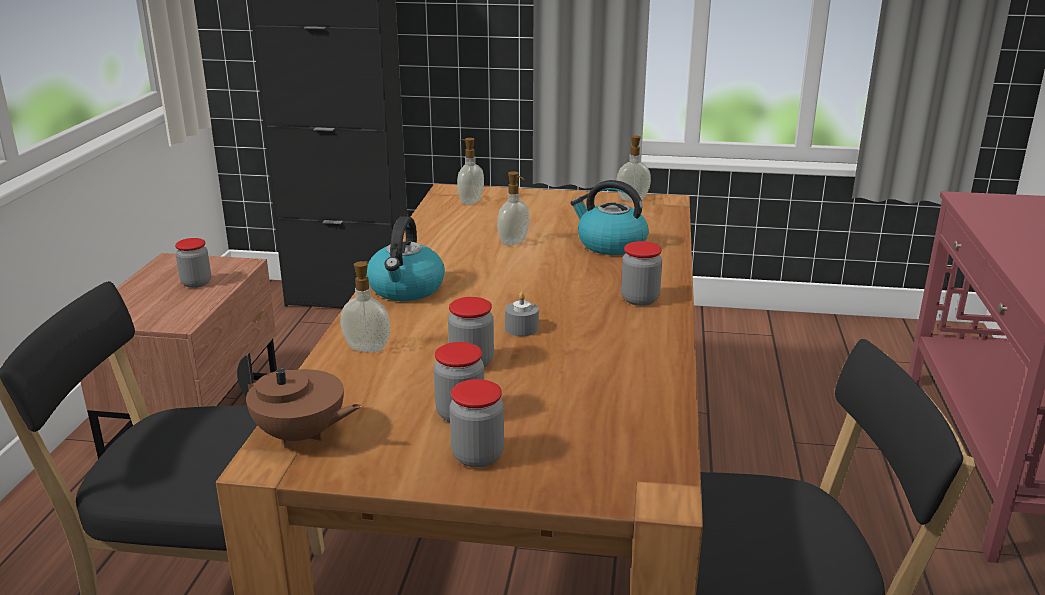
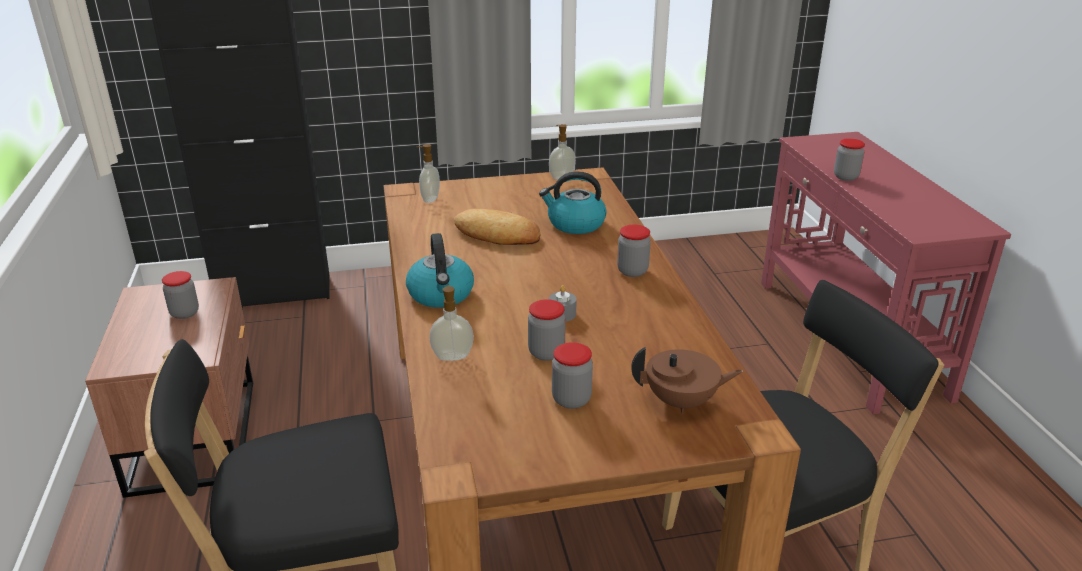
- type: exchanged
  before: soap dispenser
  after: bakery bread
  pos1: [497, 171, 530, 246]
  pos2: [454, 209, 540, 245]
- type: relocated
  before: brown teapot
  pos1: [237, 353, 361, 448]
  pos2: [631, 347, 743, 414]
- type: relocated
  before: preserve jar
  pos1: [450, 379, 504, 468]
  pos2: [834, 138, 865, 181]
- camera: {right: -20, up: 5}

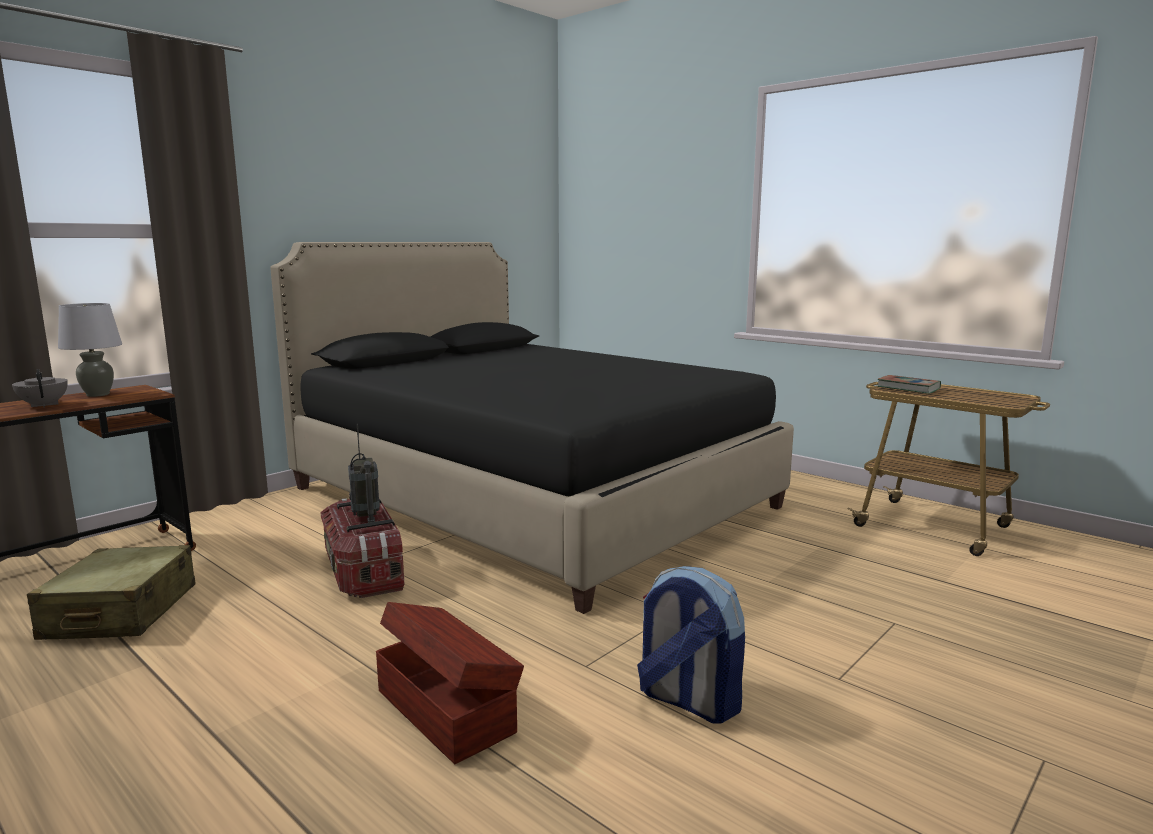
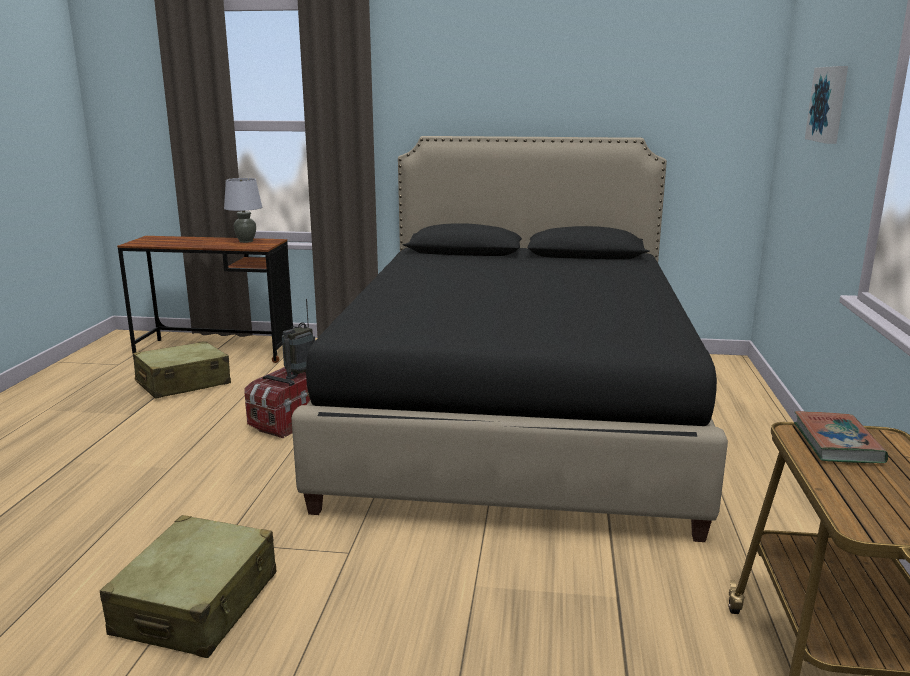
- type: exchanged
  before: rucksack
  after: beige travel case
  pos1: [637, 566, 745, 723]
  pos2: [100, 515, 276, 658]
- type: appeared
  after: wall art
  pos2: [805, 66, 848, 144]
- type: missing
  before: gray teapot
  pos1: [12, 369, 68, 408]
- type: missing
  before: brown storage box
  pos1: [376, 602, 524, 764]
- camera: {right: 55, up: 5}

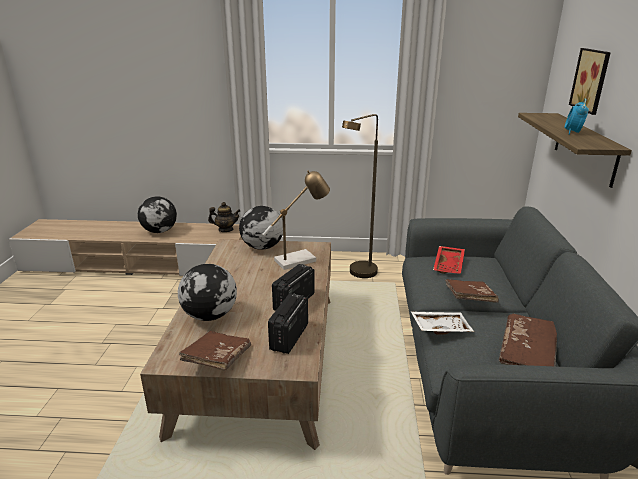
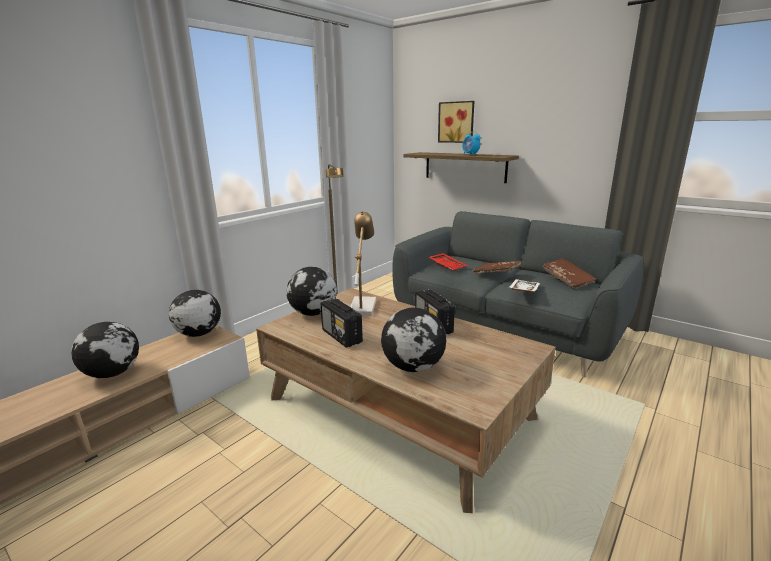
- type: exchanged
  before: teapot
  after: globe
  pos1: [208, 202, 240, 232]
  pos2: [169, 290, 221, 337]
- type: relocated
  before: radio
  pos1: [268, 293, 308, 354]
  pos2: [321, 299, 363, 348]
- type: missing
  before: brown volume
  pos1: [179, 331, 251, 371]
- camera: {right: -55, up: -5}

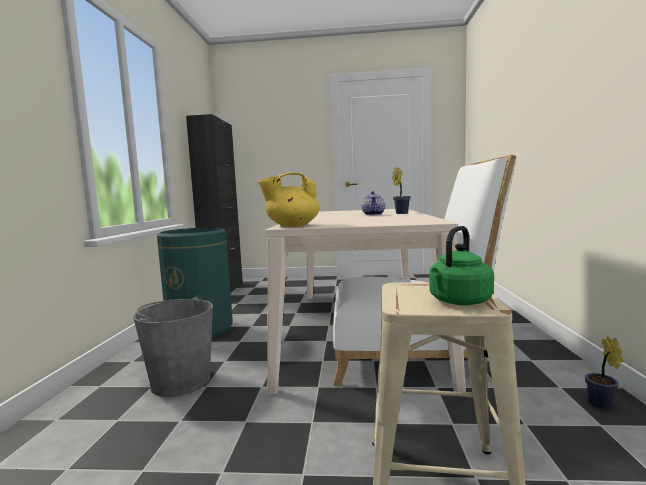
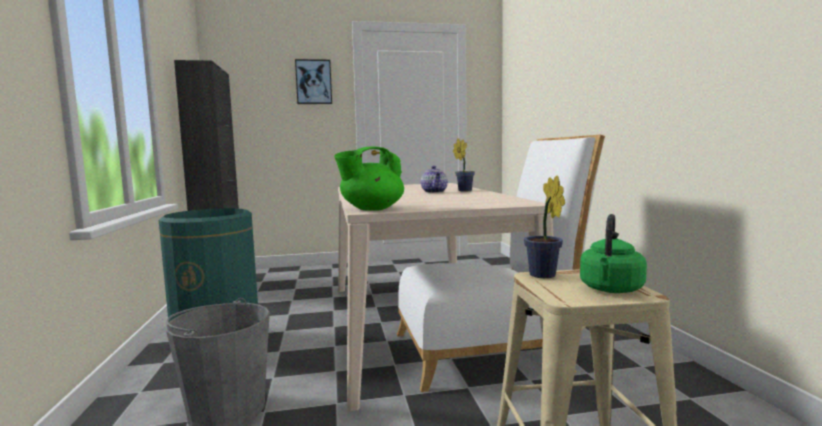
- type: appeared
  after: wall art
  pos2: [295, 59, 332, 104]
- type: colour
  before: yellow teapot
  after: greenish teapot
  pos1: [258, 172, 320, 227]
  pos2: [334, 147, 404, 211]
- type: relocated
  before: potted plant
  pos1: [585, 336, 623, 409]
  pos2: [524, 175, 565, 278]
- camera: {right: -15, up: 0}

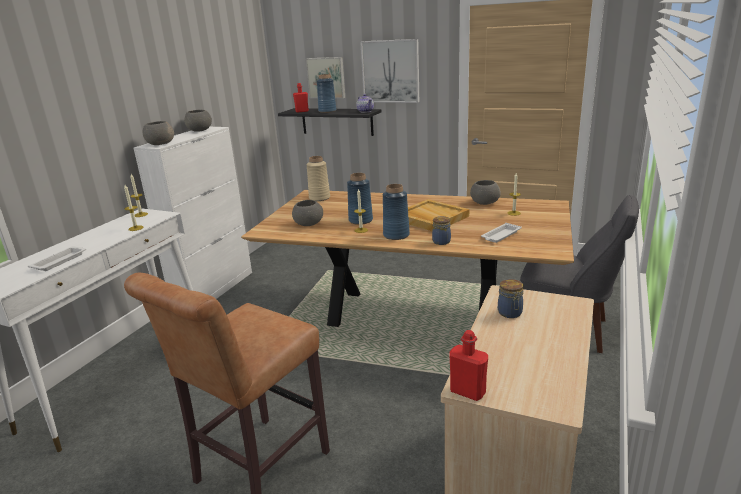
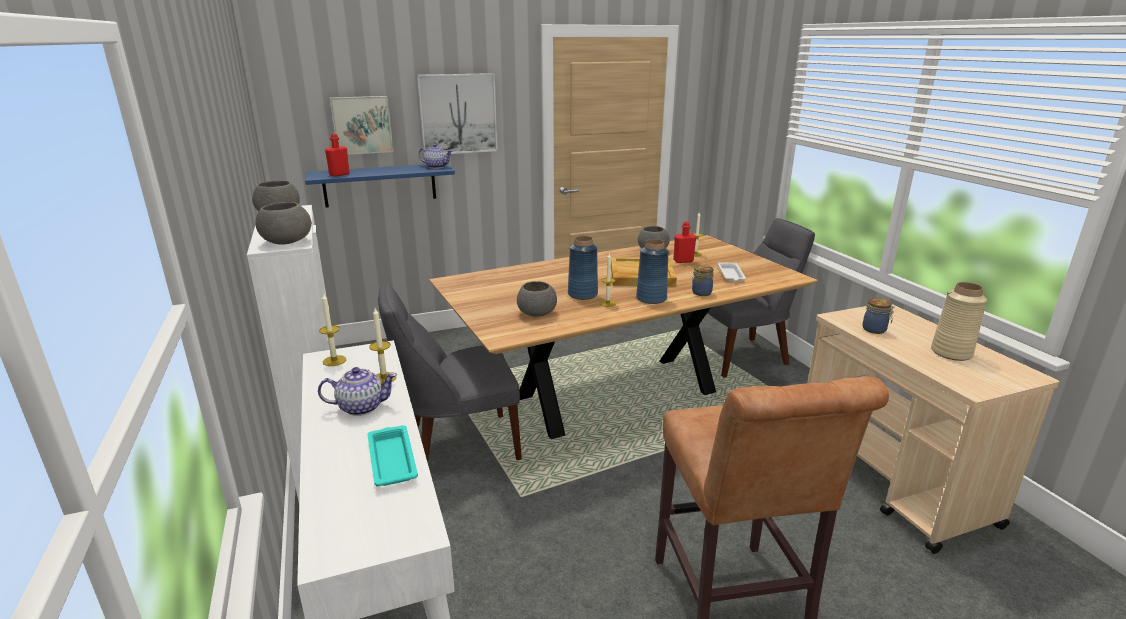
- type: colour
  before: blackish wall shelf
  after: bluish wall shelf
  pos1: [278, 108, 382, 136]
  pos2: [305, 164, 455, 207]
- type: appeared
  after: teapot
  pos2: [318, 367, 397, 416]
- type: colour
  before: white tray
  after: blue-green tray
  pos1: [28, 246, 86, 271]
  pos2: [367, 425, 418, 486]
- type: appeared
  after: gray chair
  pos2: [378, 283, 522, 462]
- type: relocated
  before: red beverage bottle
  pos1: [449, 330, 488, 401]
  pos2: [673, 221, 696, 263]
- type: relocated
  before: beige vase
  pos1: [307, 156, 330, 201]
  pos2: [931, 282, 987, 361]
- type: missing
  before: bluish vase
  pos1: [317, 74, 336, 113]
- camera: {right: -45, up: 0}

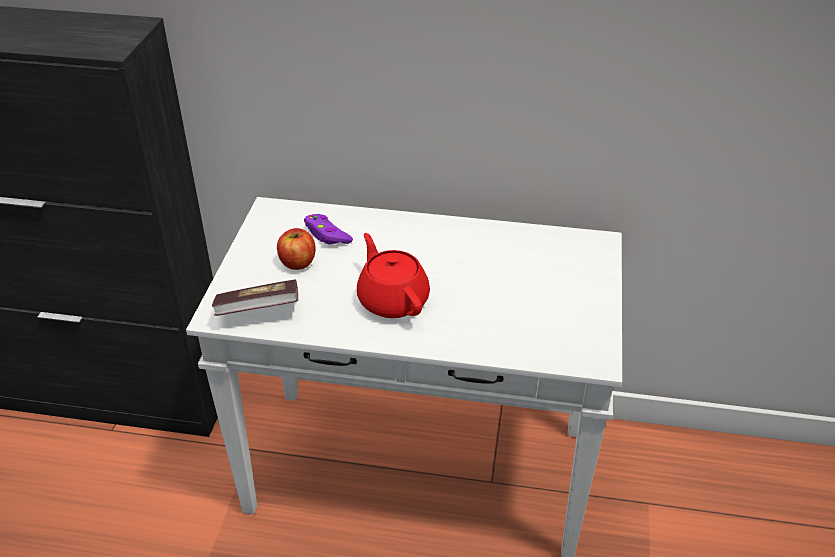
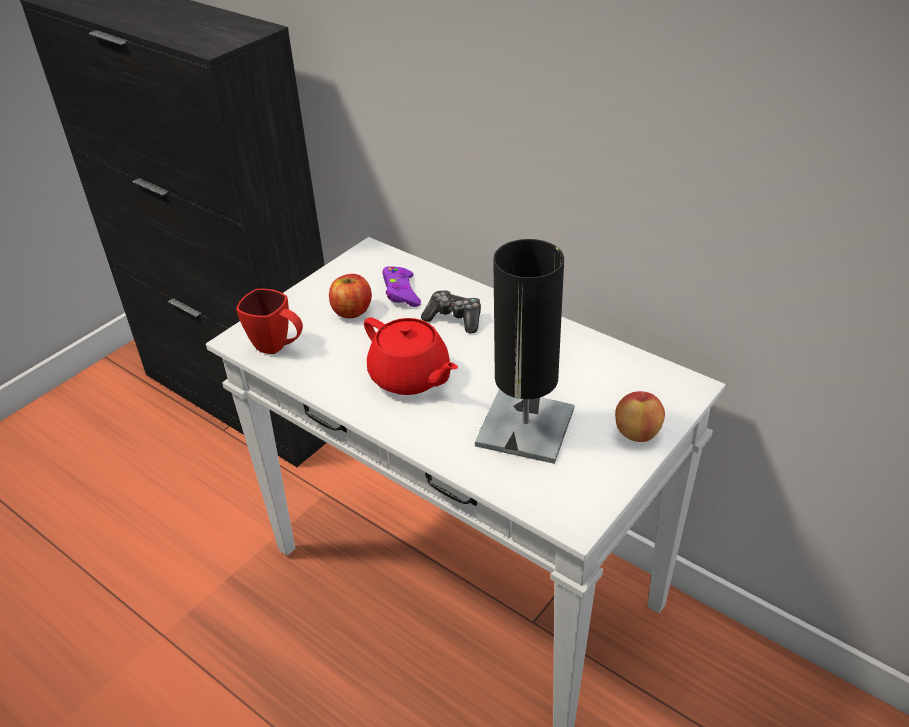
- type: exchanged
  before: volume
  after: red coffee mug
  pos1: [212, 280, 298, 316]
  pos2: [236, 289, 303, 354]
- type: spun
  before: red teapot
  pos1: [357, 233, 430, 318]
  pos2: [364, 317, 458, 395]
  turn: 135
- type: appeared
  after: gamepad
  pos2: [421, 290, 481, 334]
- type: appeared
  after: blackish table lamp
  pos2: [475, 239, 574, 464]
- type: appeared
  after: apple
  pos2: [615, 391, 665, 442]
- camera: {right: 30, up: 0}

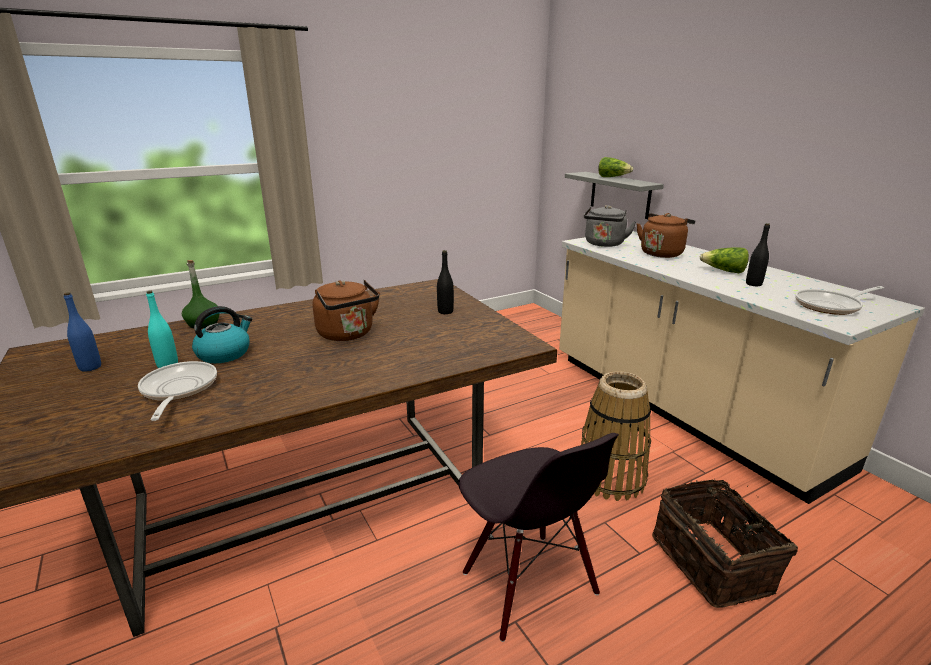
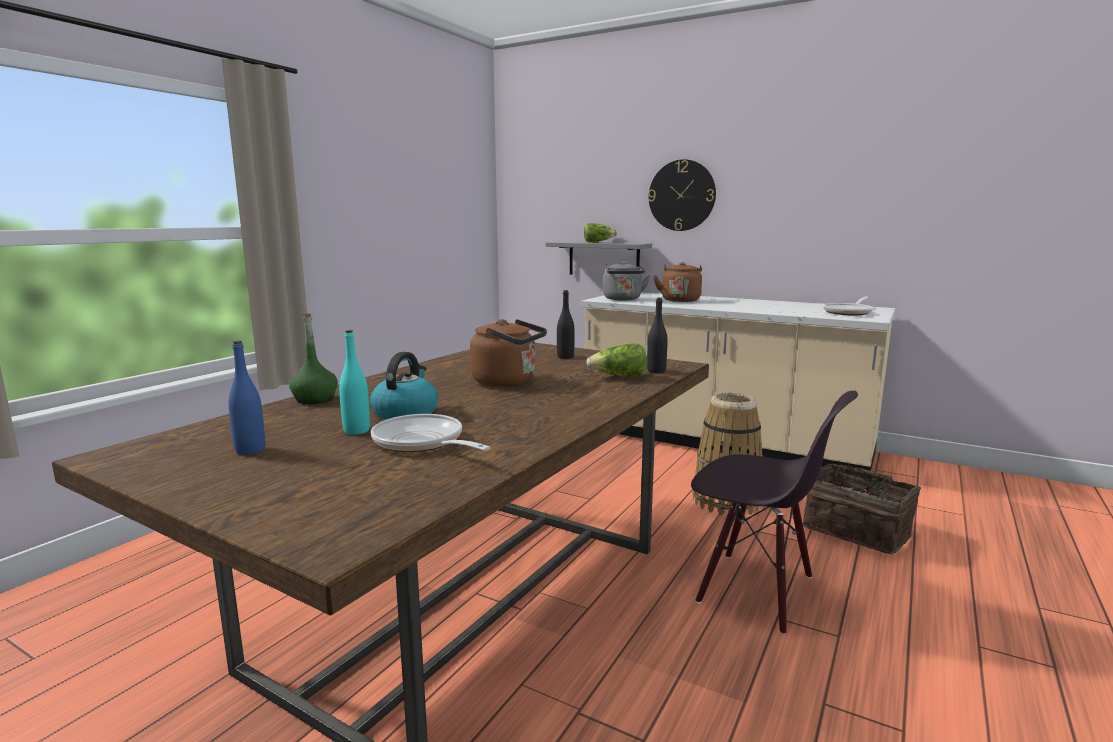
- type: relocated
  before: lettuce head
  pos1: [700, 247, 749, 273]
  pos2: [586, 343, 647, 377]
- type: relocated
  before: blackish beverage bottle
  pos1: [746, 223, 770, 286]
  pos2: [647, 297, 667, 373]
- type: appeared
  after: wall clock
  pos2: [648, 159, 716, 231]
- camera: {right: -30, up: -10}

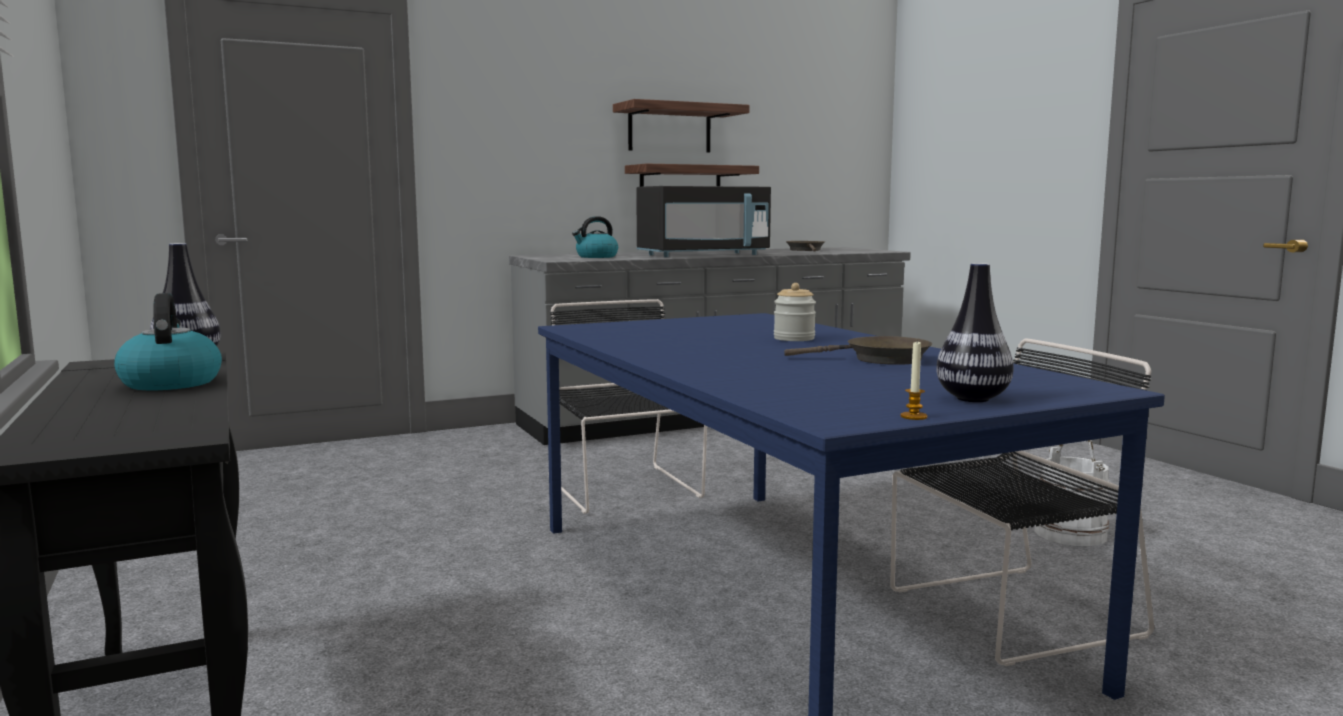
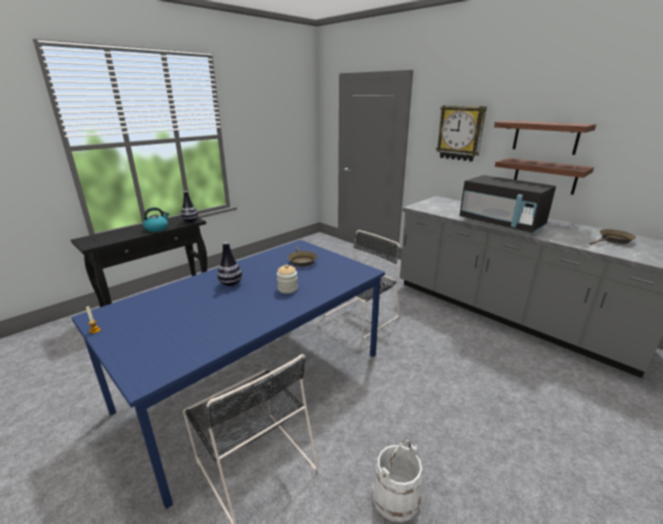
- type: relocated
  before: vase
  pos1: [936, 263, 1013, 402]
  pos2: [217, 242, 242, 286]
- type: relocated
  before: brown skillet
  pos1: [784, 336, 932, 365]
  pos2: [288, 246, 317, 267]
- type: appeared
  after: wall clock
  pos2: [436, 105, 487, 162]
- type: missing
  before: kettle
  pos1: [572, 216, 618, 258]
- camera: {right: 70, up: 15}

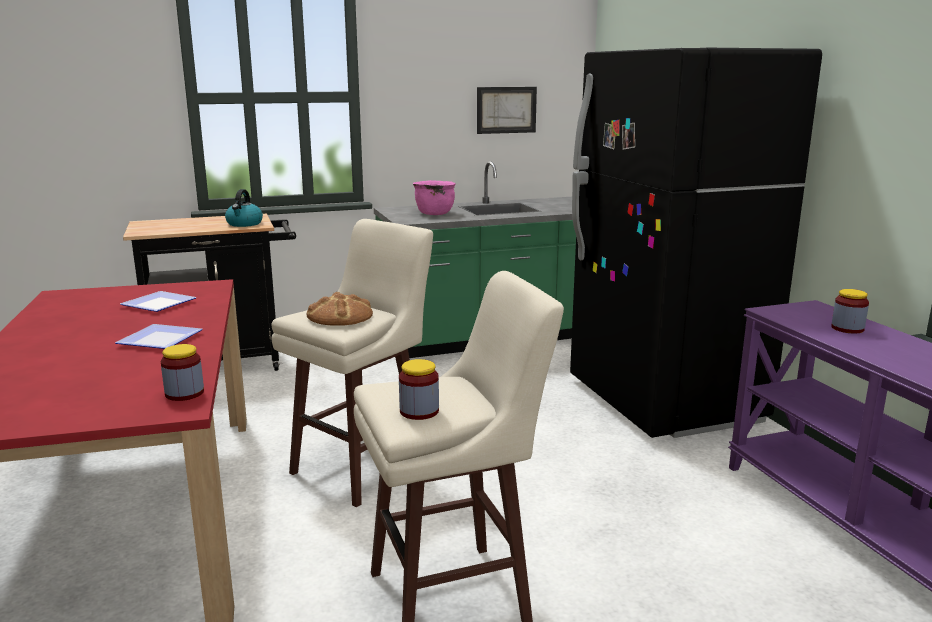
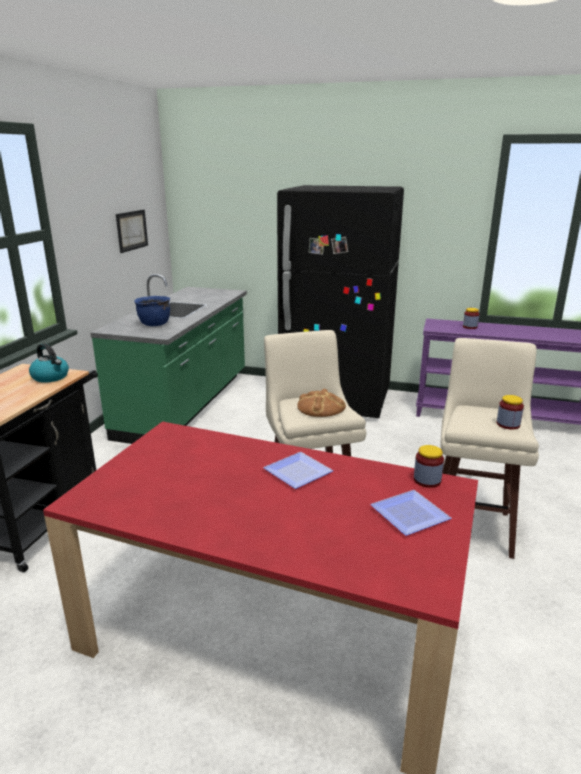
- type: colour
  before: pinkish saucepot
  after: bluish saucepot
  pos1: [413, 180, 456, 215]
  pos2: [134, 296, 170, 326]
- type: relocated
  before: dinner plate
  pos1: [120, 291, 197, 312]
  pos2: [370, 490, 452, 536]
- camera: {right: -55, up: 5}

